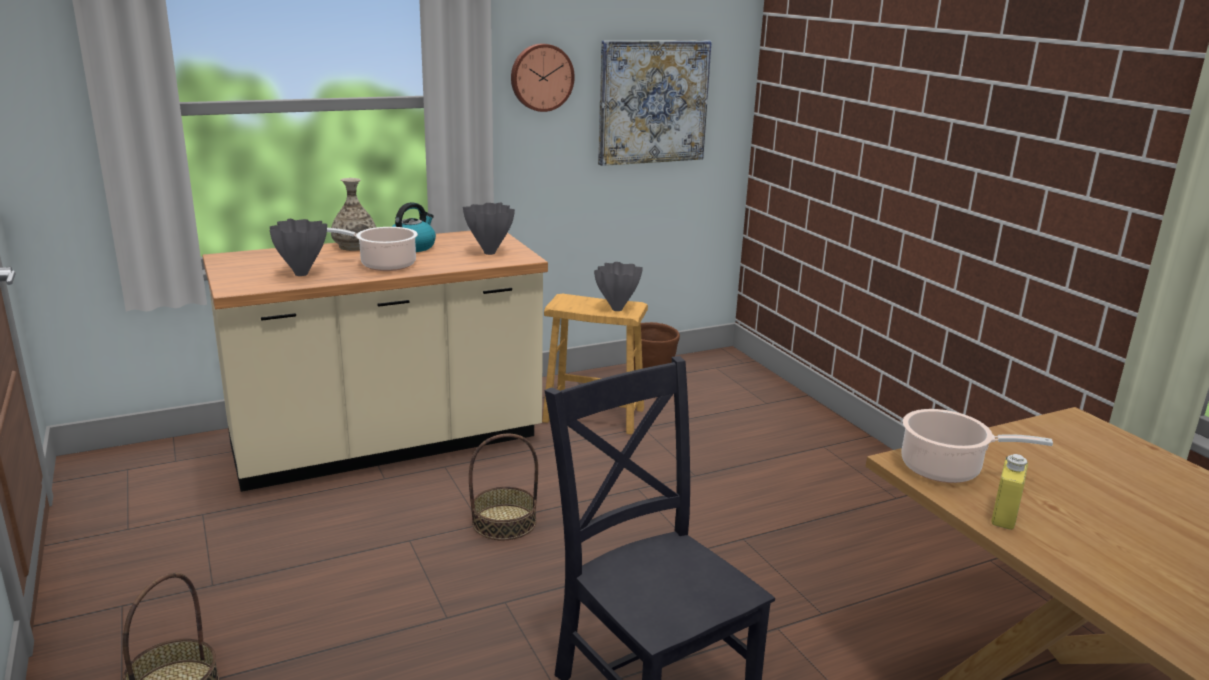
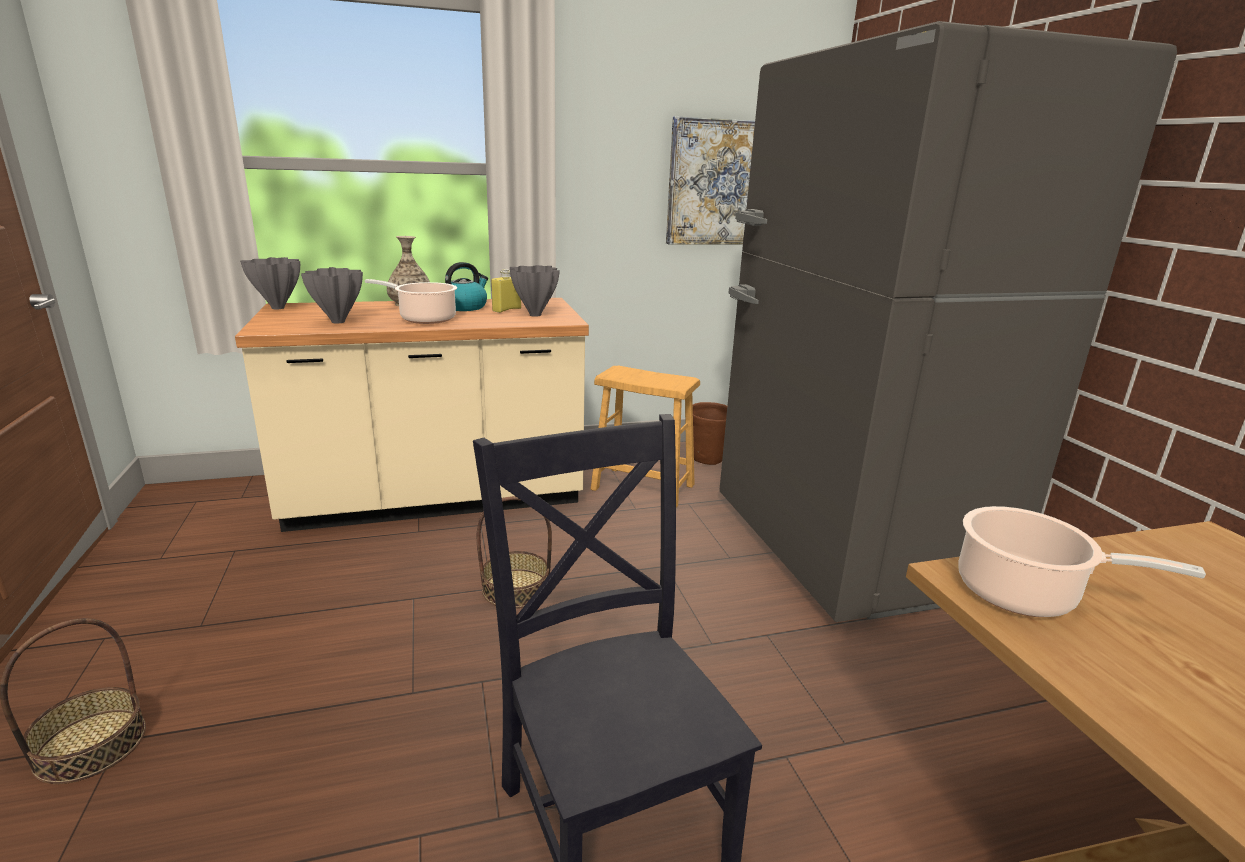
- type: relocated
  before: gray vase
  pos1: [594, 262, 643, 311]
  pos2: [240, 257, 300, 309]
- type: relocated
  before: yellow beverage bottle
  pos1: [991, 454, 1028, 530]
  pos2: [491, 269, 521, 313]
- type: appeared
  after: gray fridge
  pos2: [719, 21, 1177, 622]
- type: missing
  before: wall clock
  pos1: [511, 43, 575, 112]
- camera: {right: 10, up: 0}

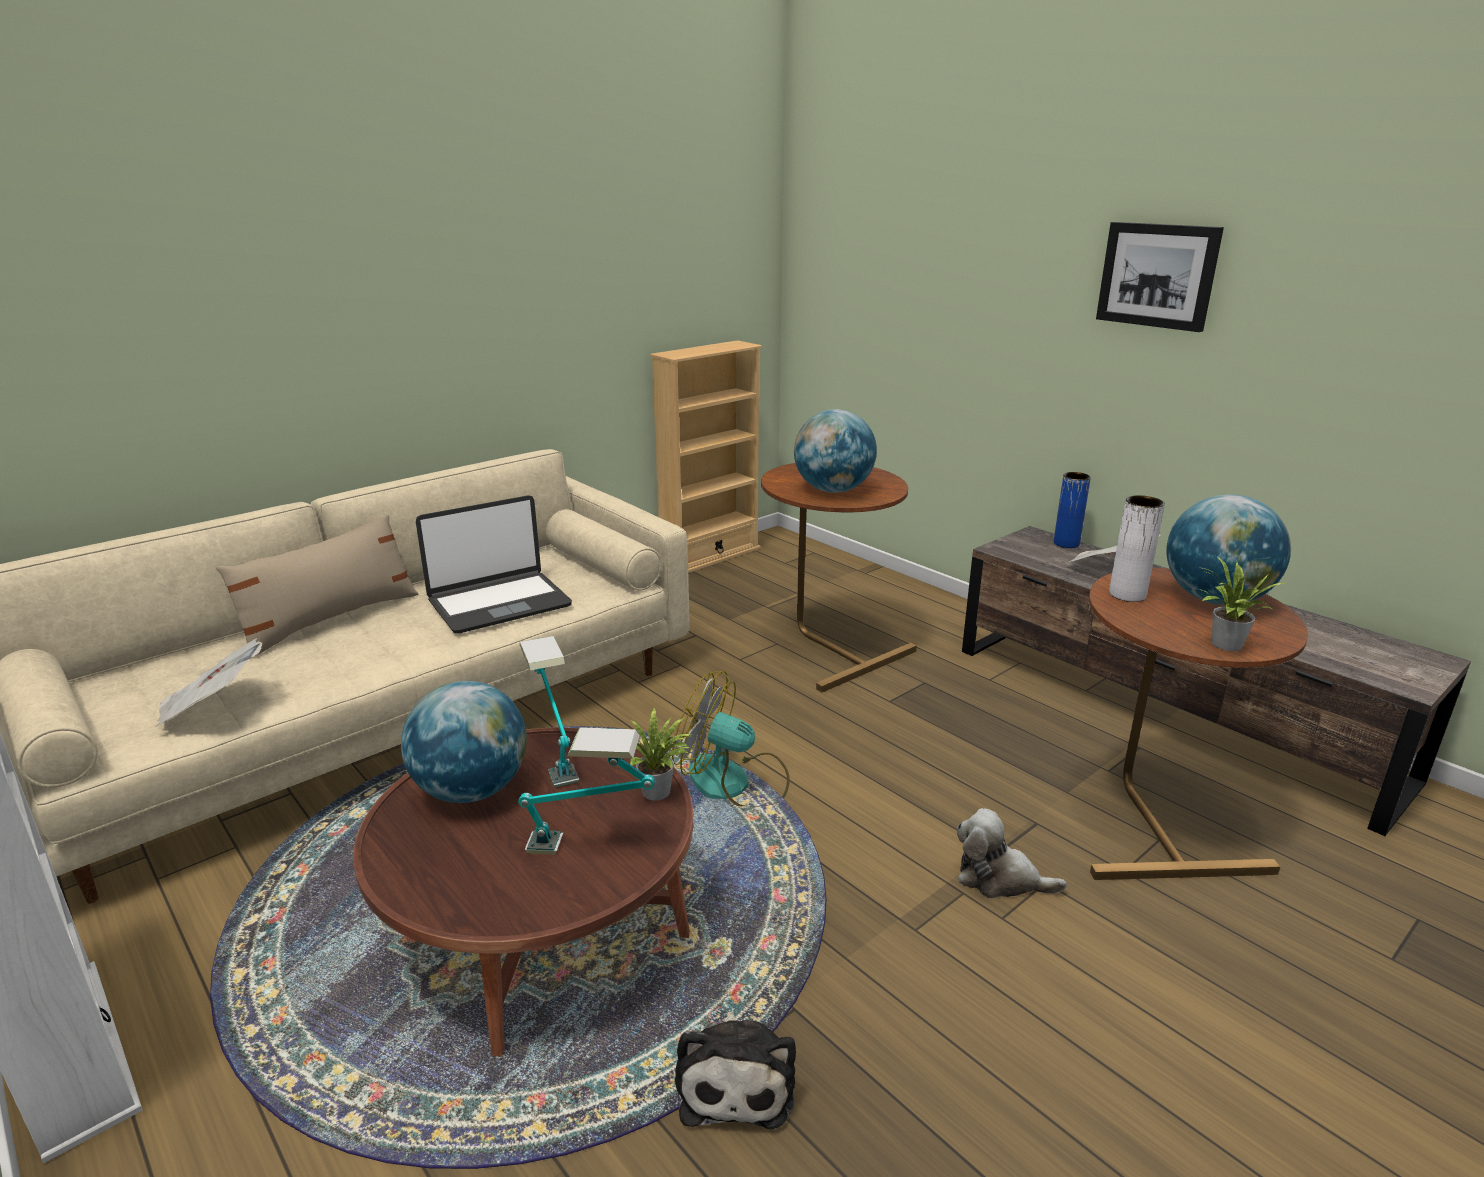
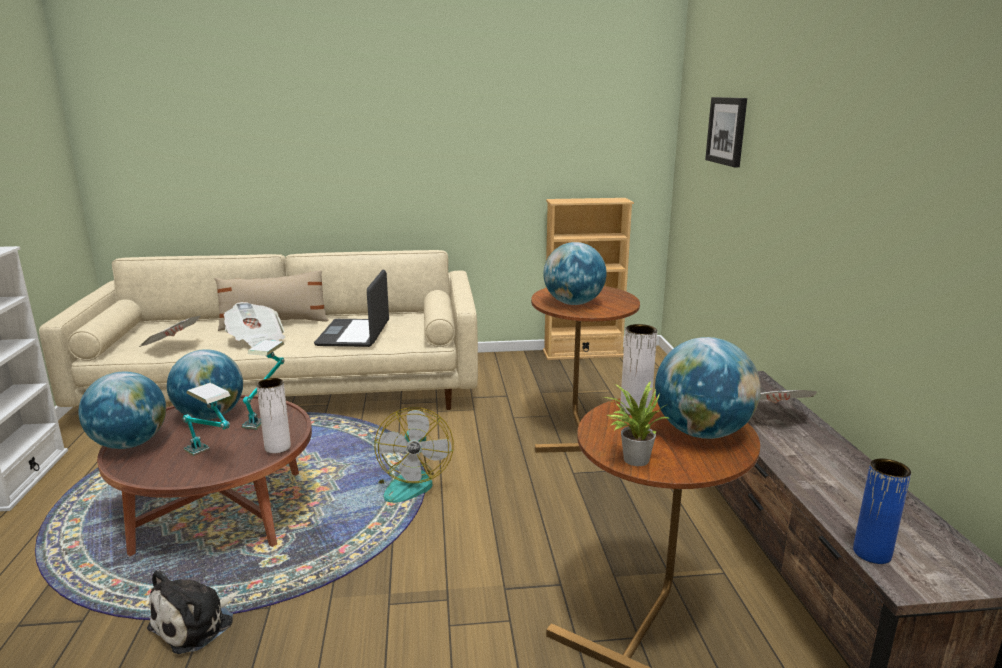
- type: appeared
  after: globe
  pos2: [78, 371, 166, 449]
- type: appeared
  after: daily paper
  pos2: [224, 302, 286, 347]
- type: exchanged
  before: potted plant
  after: white vase
  pos1: [630, 707, 696, 800]
  pos2: [256, 378, 291, 454]
- type: spun
  before: portable computer
  pos1: [416, 495, 572, 633]
  pos2: [314, 270, 389, 347]
  turn: 90
- type: spun
  before: cooling fan
  pos1: [672, 671, 790, 807]
  pos2: [375, 407, 454, 502]
  turn: -150
- type: relocated
  before: wall art
  pos1: [1096, 222, 1224, 332]
  pos2: [705, 97, 747, 167]
- type: relocated
  before: bluish vase
  pos1: [1054, 472, 1091, 548]
  pos2: [853, 459, 911, 564]
- type: missing
  before: soft toy
  pos1: [957, 808, 1067, 898]
- camera: {right: 35, up: -5}

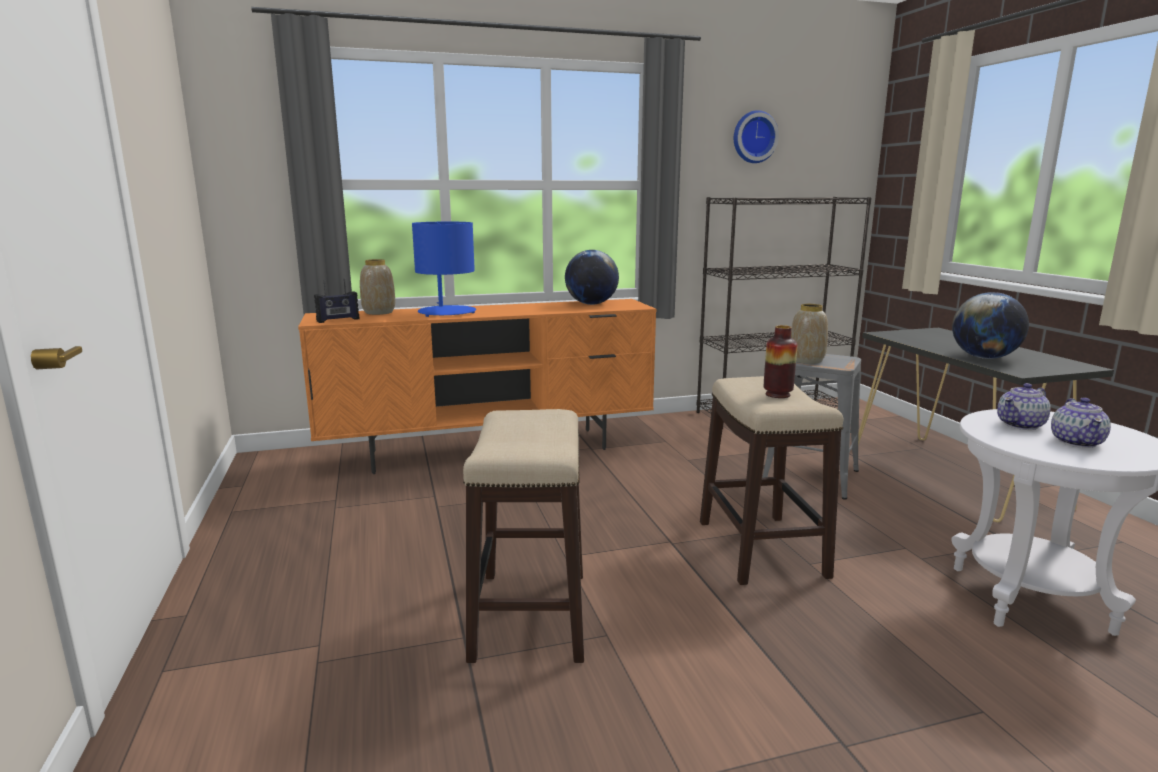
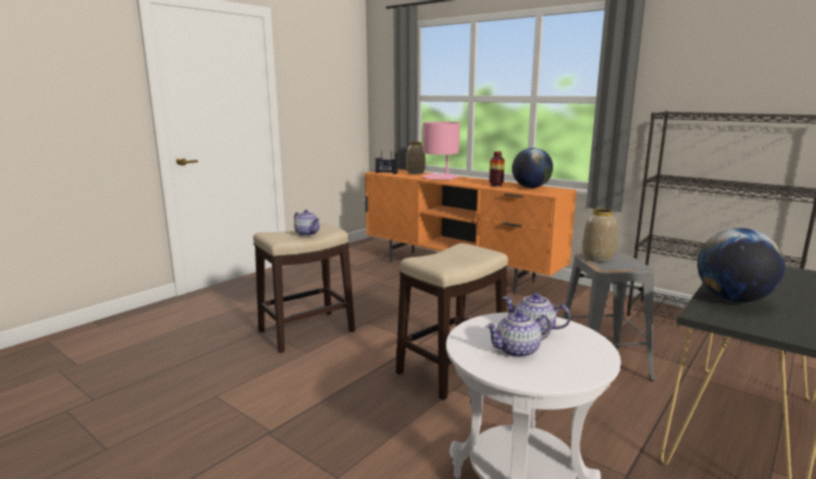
- type: appeared
  after: teapot
  pos2: [294, 210, 320, 236]
- type: colour
  before: bluish table lamp
  after: pinkish table lamp
  pos1: [412, 222, 476, 317]
  pos2: [423, 122, 460, 181]
- type: relocated
  before: vase
  pos1: [764, 325, 797, 398]
  pos2: [489, 151, 505, 187]
- type: missing
  before: wall clock
  pos1: [734, 110, 779, 163]
- camera: {right: 55, up: 0}

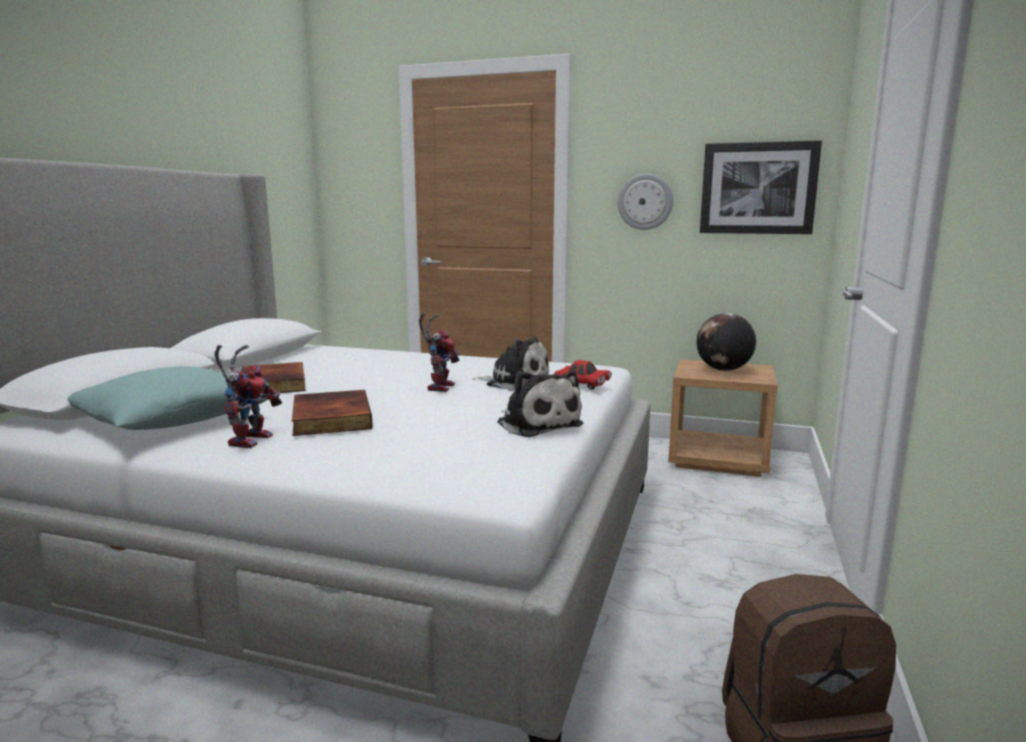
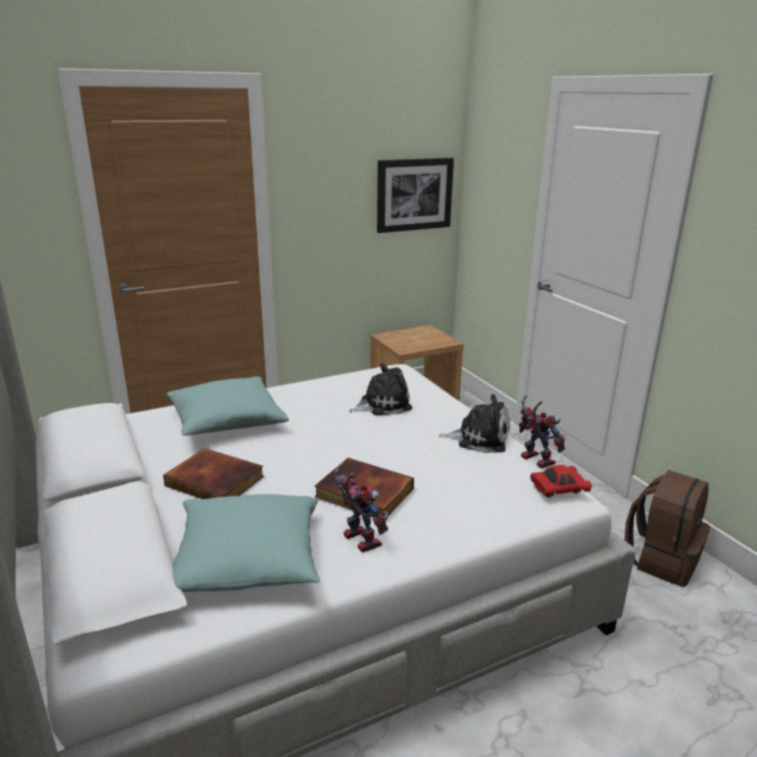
- type: appeared
  after: blue-green pillow
  pos2: [167, 376, 289, 435]
- type: relocated
  before: robot figure
  pos1: [419, 313, 460, 392]
  pos2: [519, 395, 565, 468]
- type: relocated
  before: red toy car
  pos1: [554, 360, 612, 390]
  pos2: [531, 465, 592, 497]
- type: missing
  before: wall clock
  pos1: [618, 173, 673, 230]
- type: missing
  before: globe
  pos1: [697, 313, 756, 371]
- camera: {right: -45, up: 10}

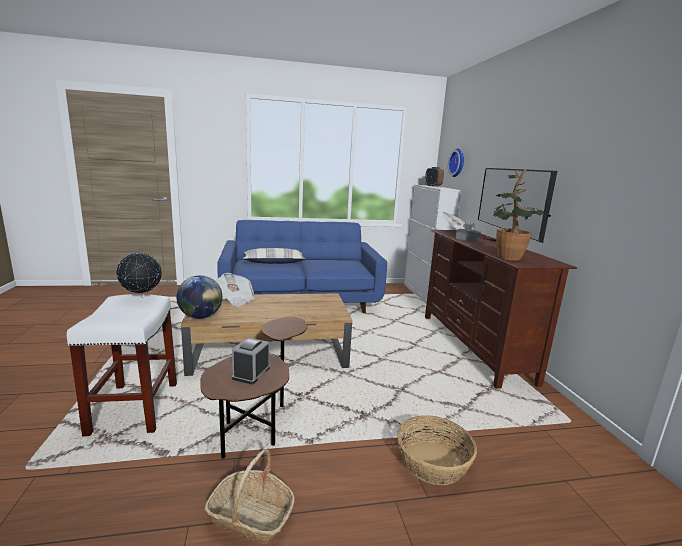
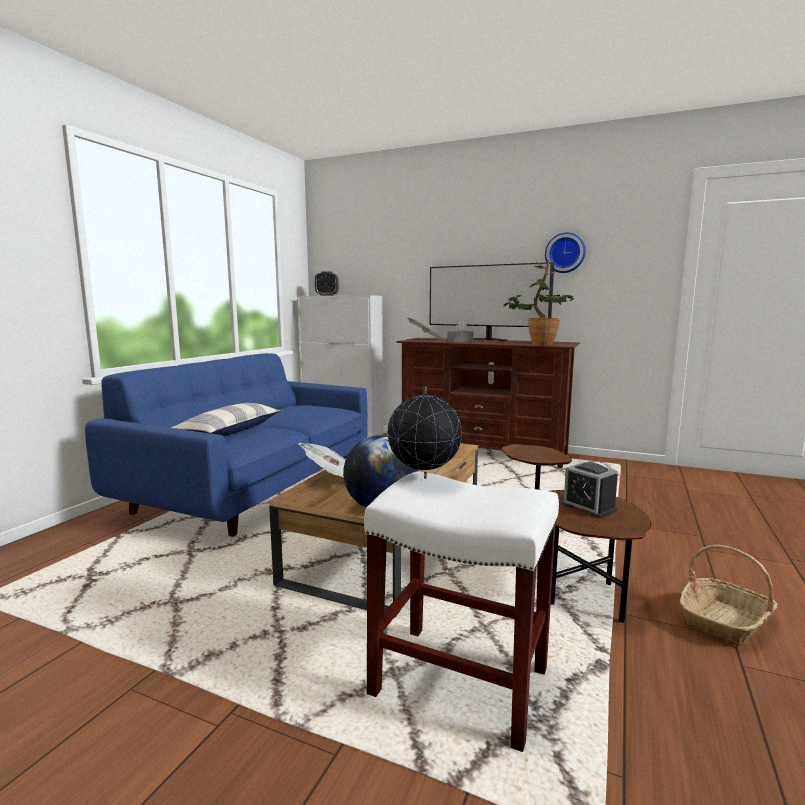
- type: relocated
  before: wall clock
  pos1: [448, 148, 464, 177]
  pos2: [545, 232, 586, 273]
- type: missing
  before: storage basket
  pos1: [397, 415, 477, 485]
- camera: {right: -55, up: -5}

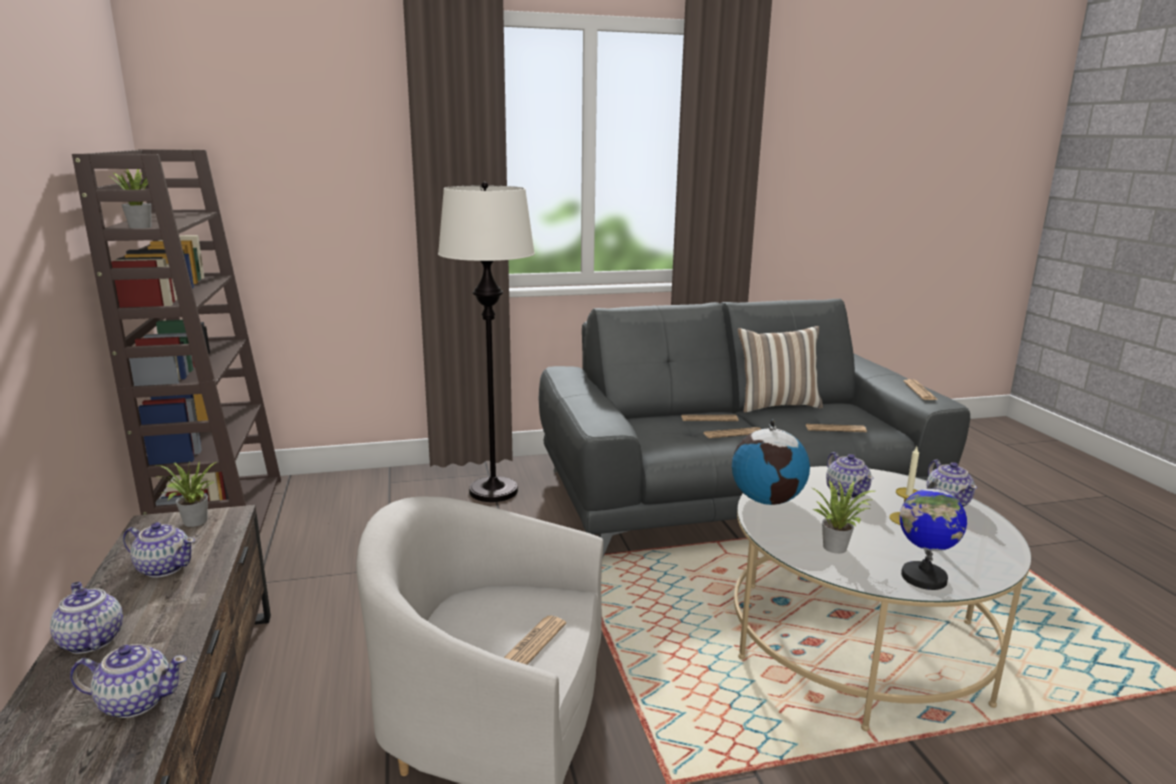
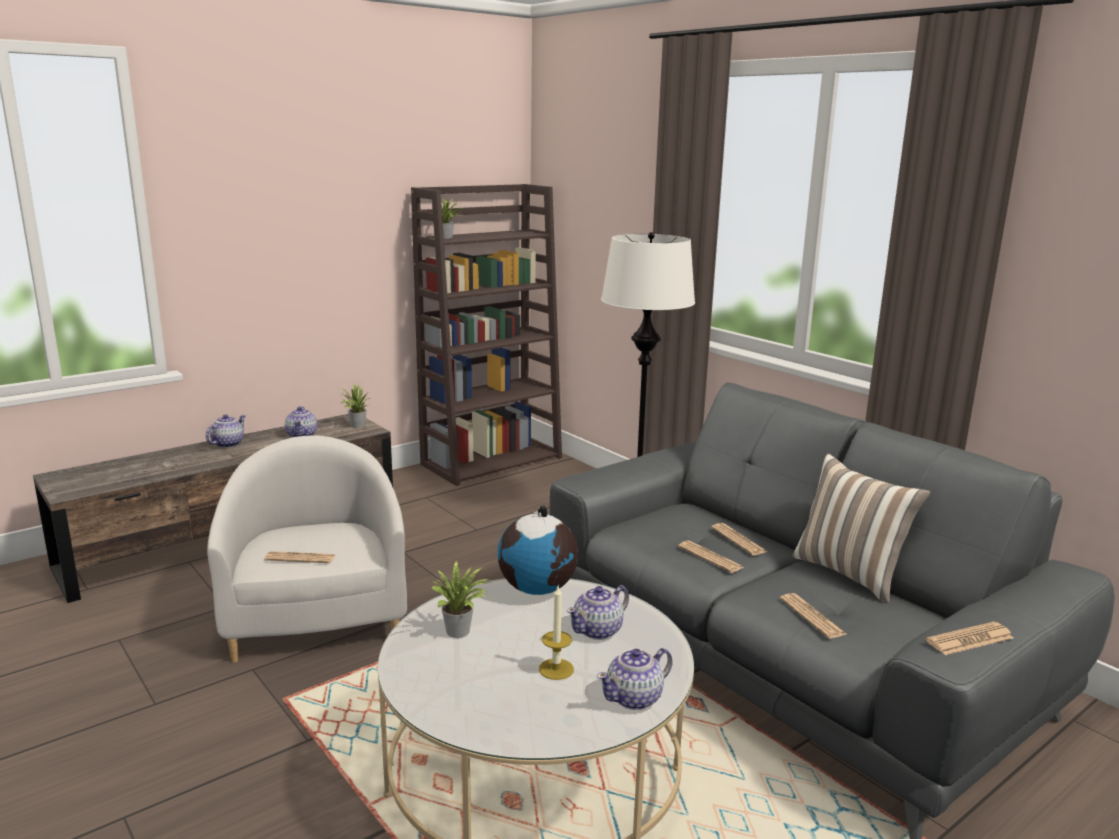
- type: missing
  before: teapot
  pos1: [70, 644, 187, 718]
- type: missing
  before: globe
  pos1: [900, 478, 967, 590]
- camera: {right: 65, up: 0}

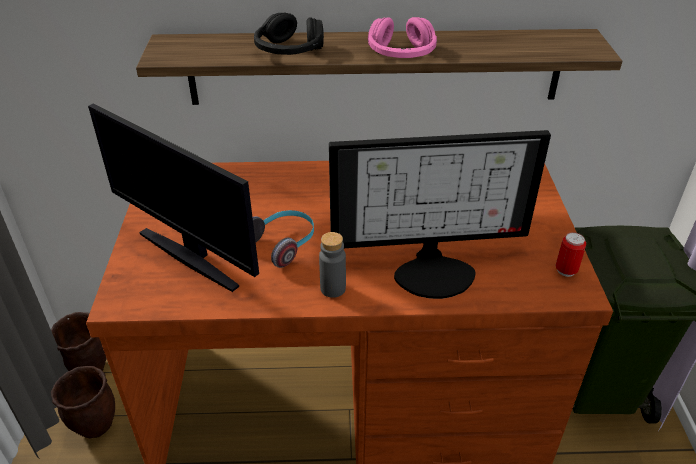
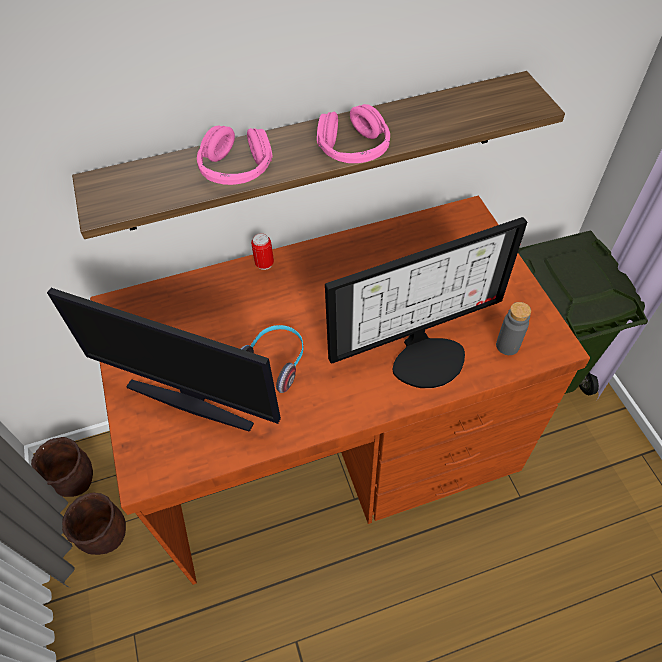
- type: colour
  before: blackish pair of headphones
  after: pinkish pair of headphones
  pos1: [254, 13, 324, 55]
  pos2: [197, 126, 273, 185]
- type: relocated
  before: can
  pos1: [556, 232, 586, 277]
  pos2: [251, 233, 274, 270]
- type: relocated
  before: gray beverage bottle
  pos1: [319, 232, 346, 298]
  pos2: [496, 302, 531, 355]
- camera: {right: -15, up: 15}

